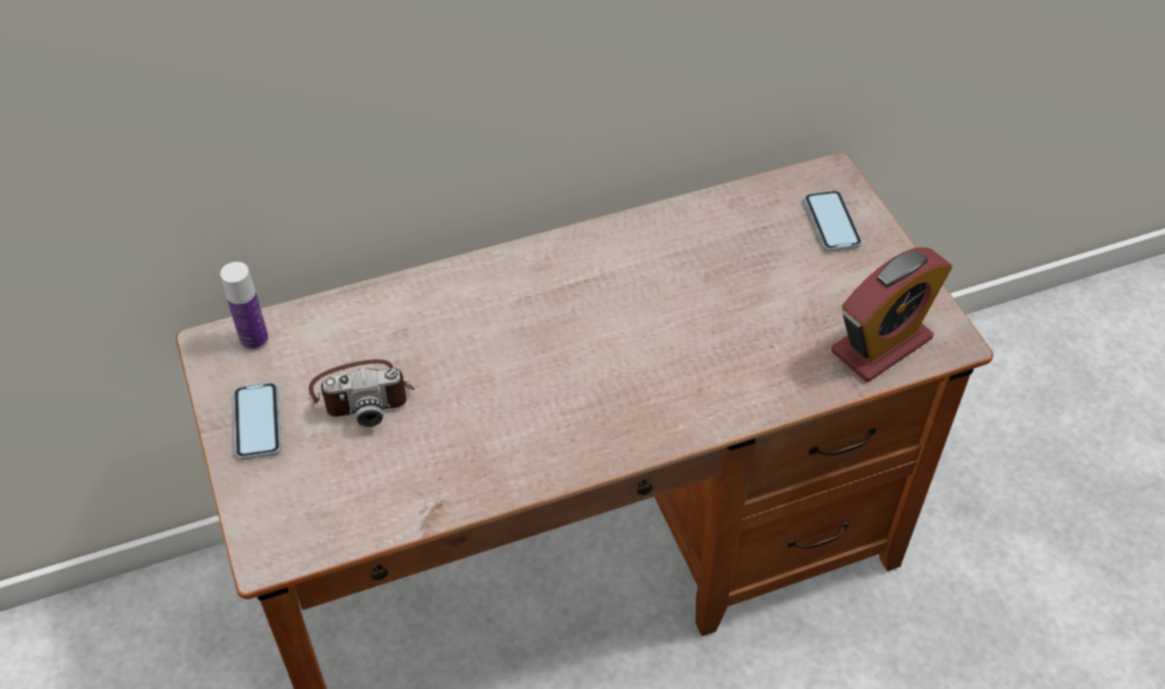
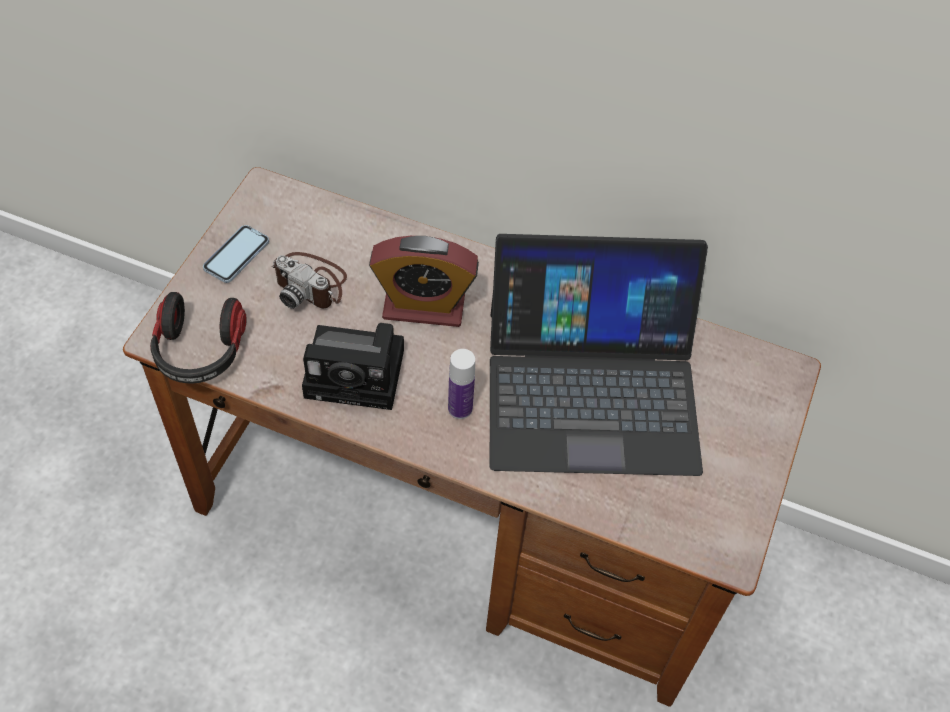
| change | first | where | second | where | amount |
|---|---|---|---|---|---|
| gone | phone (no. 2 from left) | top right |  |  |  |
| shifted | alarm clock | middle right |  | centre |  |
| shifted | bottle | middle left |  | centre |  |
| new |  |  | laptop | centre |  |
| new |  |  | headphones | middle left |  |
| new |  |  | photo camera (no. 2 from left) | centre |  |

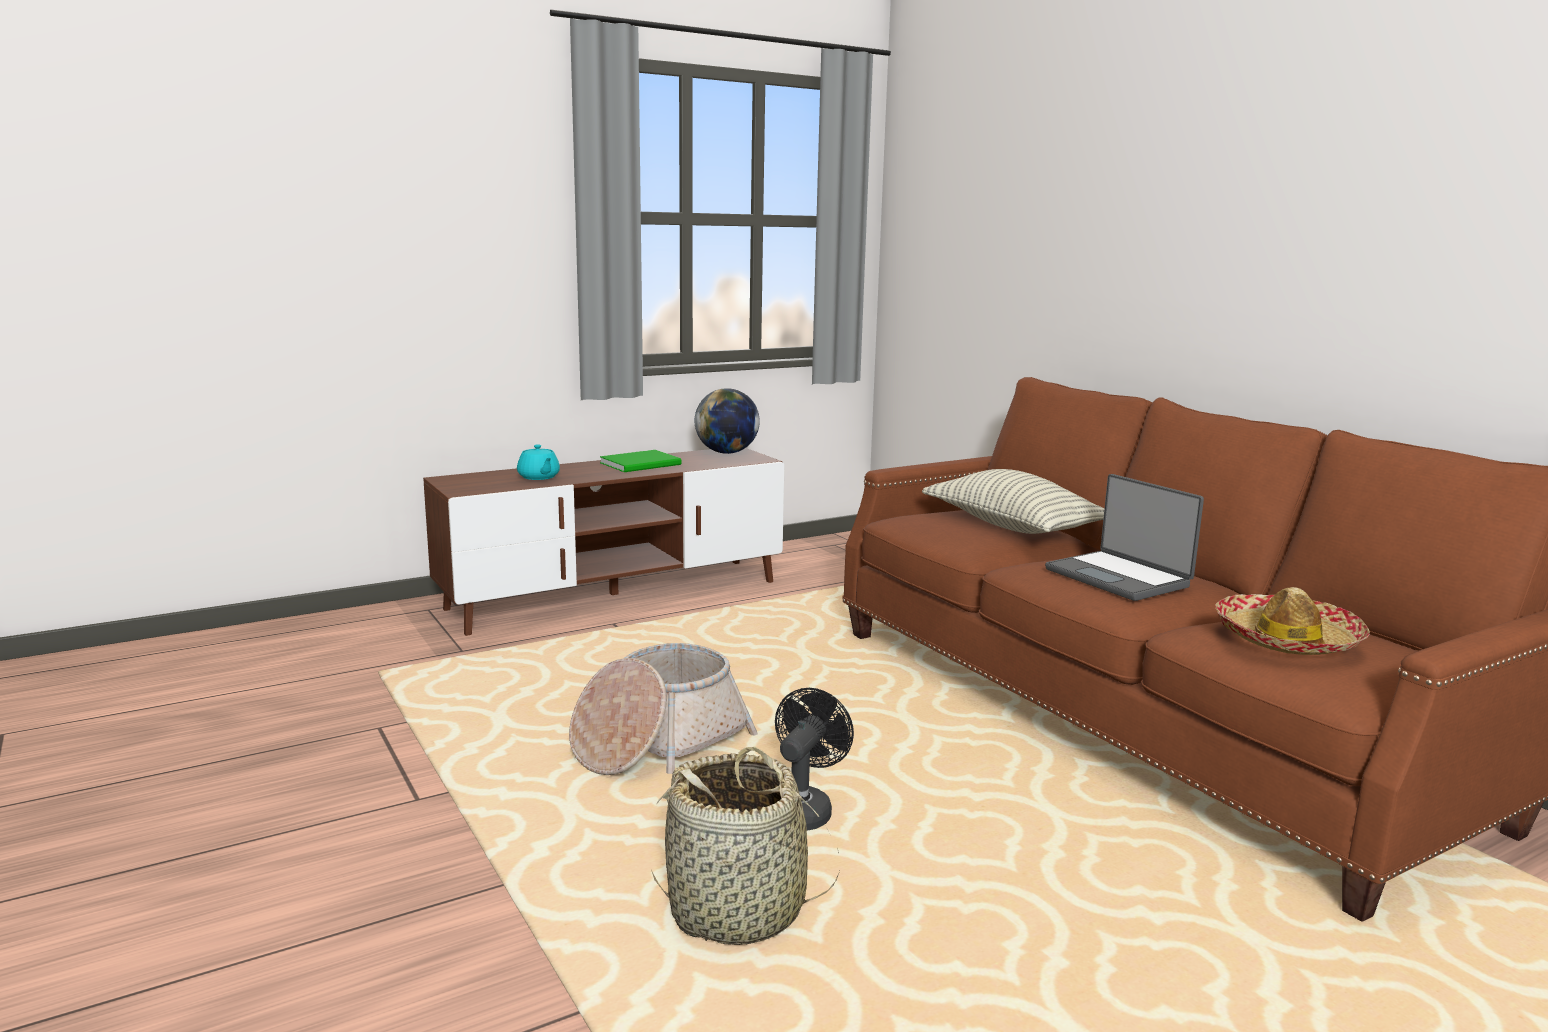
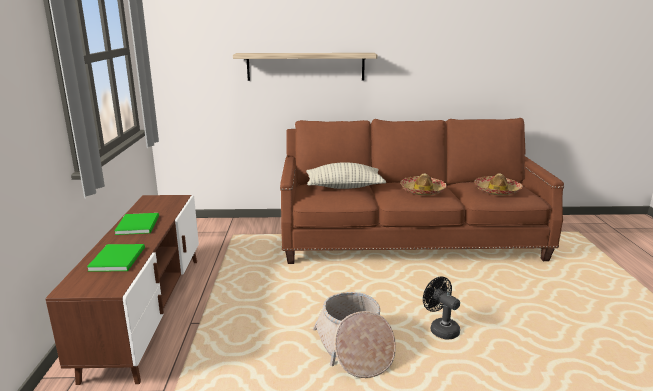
| change | first | where | second | where | amount |
|---|---|---|---|---|---|
| gone | globe | centre |  |  |  |
| swapped | turquoise teapot | centre | green book (no. 1 from left) | middle left |  |
| swapped | laptop | middle right | hat (no. 1 from left) | centre |  |
| gone | basket (no. 2 from left) | bottom centre |  |  |  |
| new |  |  | shelf | top centre |  |

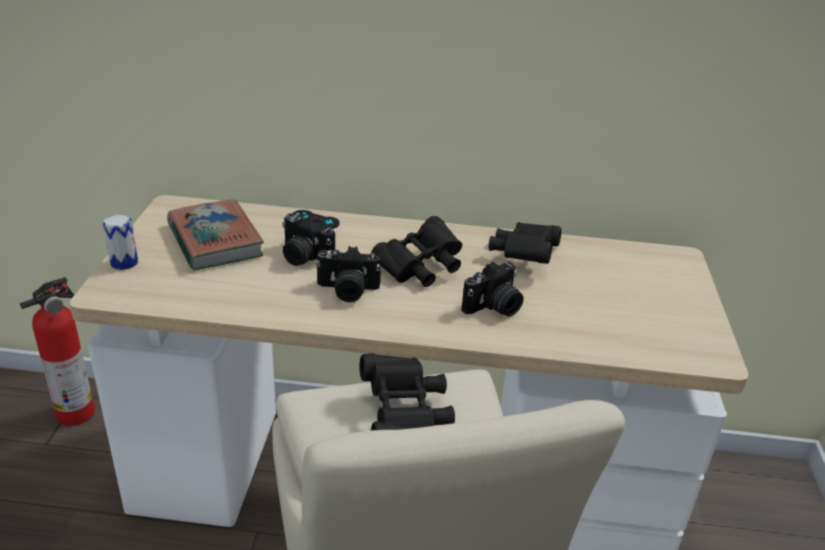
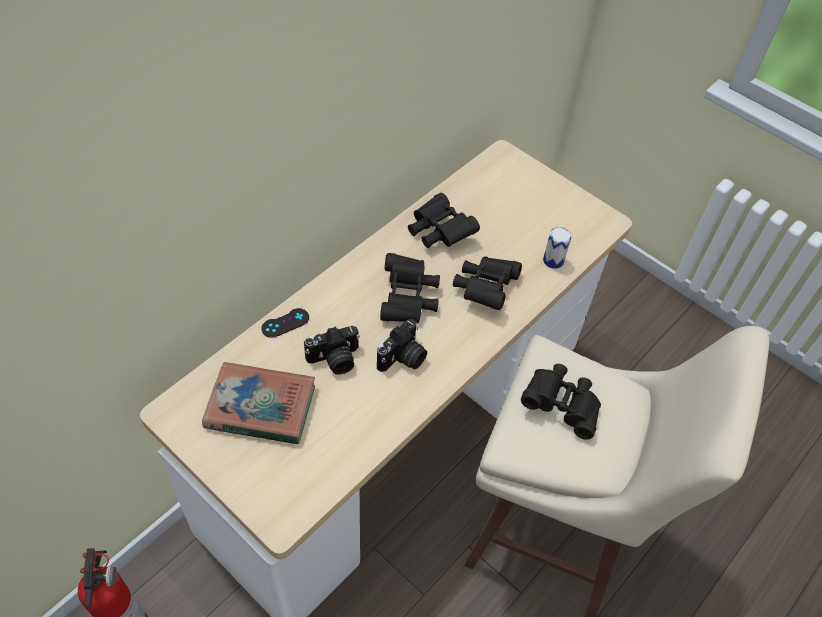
| change | first | where | second | where | amount |
|---|---|---|---|---|---|
| shifted | can | middle left |  | middle right |  |
| swapped | photo camera (no. 3 from left) | centre | black binoculars (no. 3 from left) | centre |  |

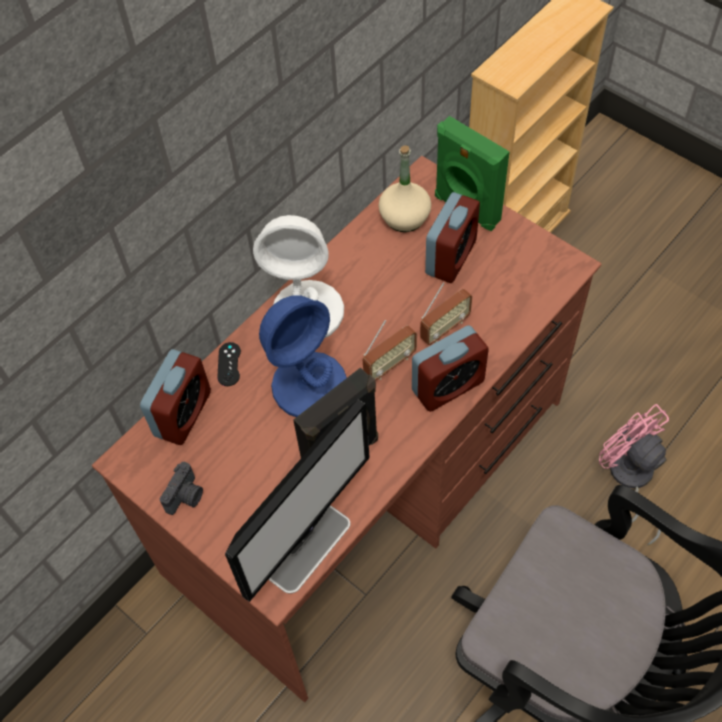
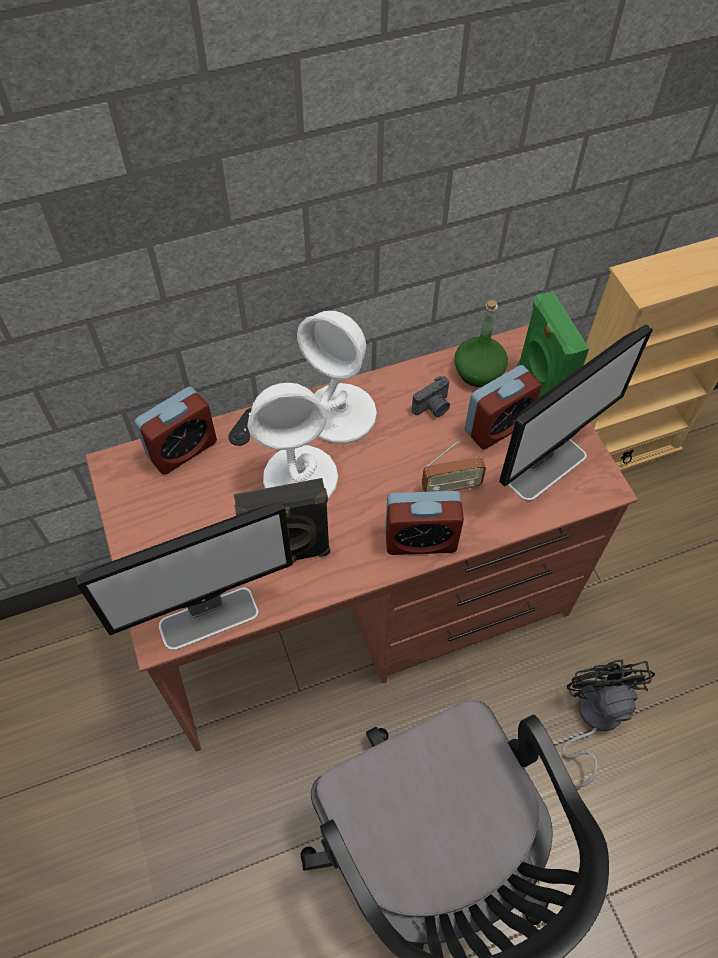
| change | first | where | second | where | amount |
|---|---|---|---|---|---|
| repainted | beige bottle | top centre | green bottle | middle right |  |
| repainted | blue table lamp | centre | white table lamp (no. 1 from left) | centre |  |
| gone | radio (no. 1 from left) | centre |  |  |  |
| repainted | pink fan | middle right | black fan | bottom right |  |
| shifted | photo camera | bottom left |  | centre |  |
| new |  |  | monitor (no. 2 from left) | middle right |  |

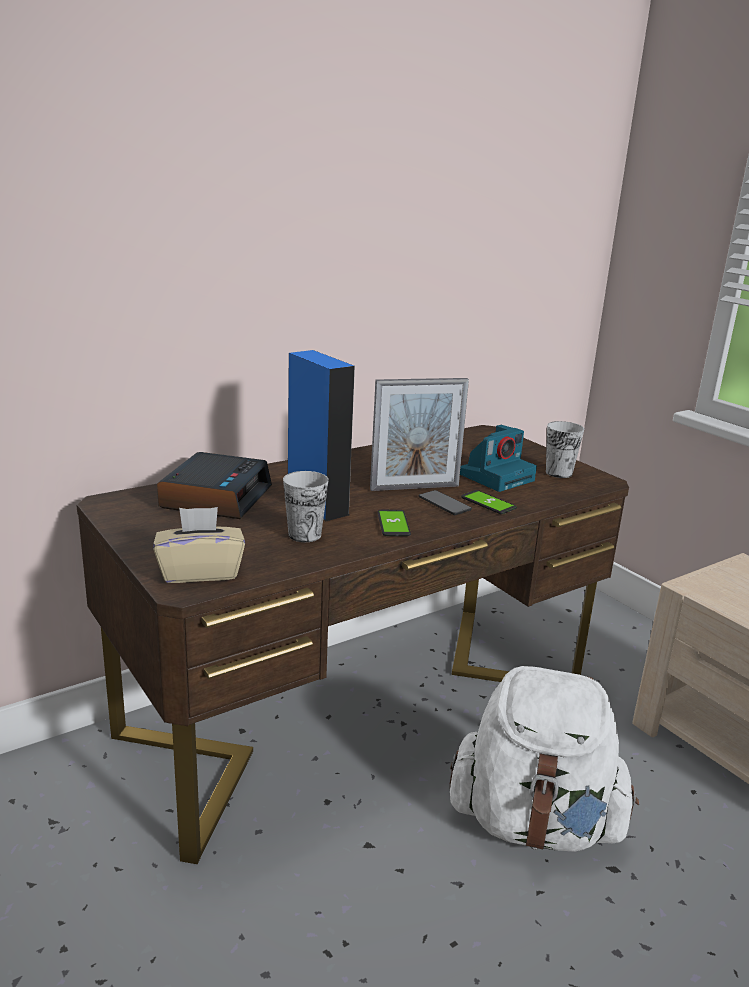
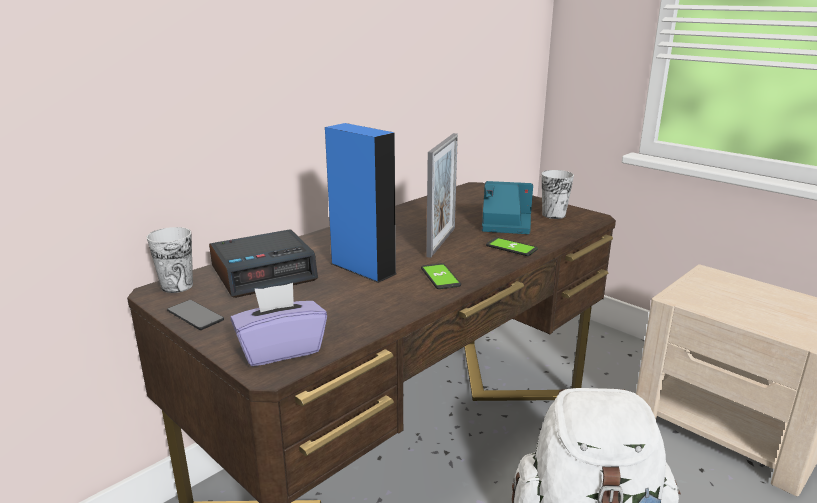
| change | first | where | second | where | amount |
|---|---|---|---|---|---|
| rotated | picture frame | centre |  | centre | 45 degrees counterclockwise |
| rotated | photo camera | centre |  | centre | 120 degrees counterclockwise |
| rotated | alarm clock | middle left |  | middle left | 60 degrees clockwise |
| shifted | cup (no. 1 from left) | centre |  | middle left |  |
| shifted | phone (no. 2 from left in the first image) | centre | phone (no. 1 from left) | middle left |  |
| repainted | beige tissue box | middle left | purple tissue box | centre |  |

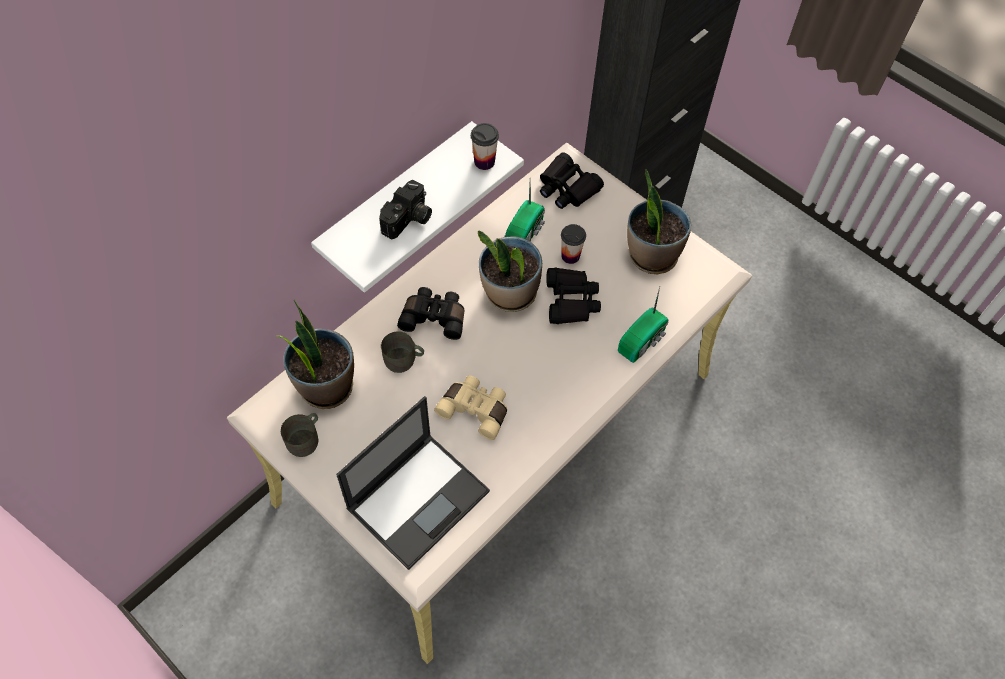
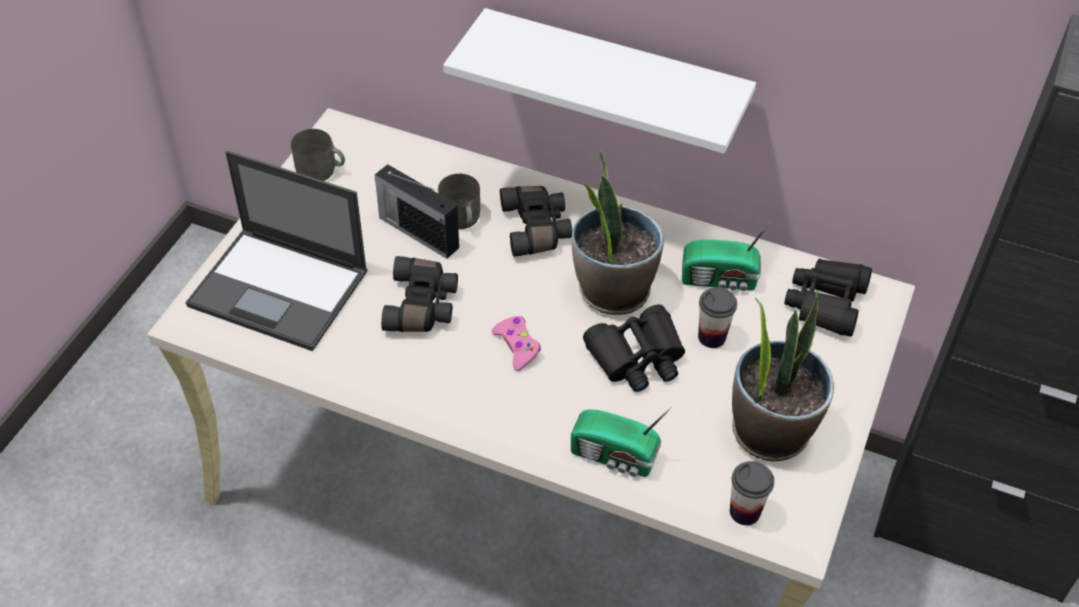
| change | first | where | second | where | amount |
|---|---|---|---|---|---|
| shifted | cup (no. 1 from left in the first image) | top centre | cup (no. 2 from left) | bottom right |  |
| gone | photo camera | top centre |  |  |  |
| gone | potted plant (no. 1 from left) | middle left |  |  |  |
| repainted | beige binoculars | centre | black binoculars (no. 1 from left) | centre |  |
| new |  |  | radio (no. 1 from left) | centre |  |
| new |  |  | pink game controller | centre |  |

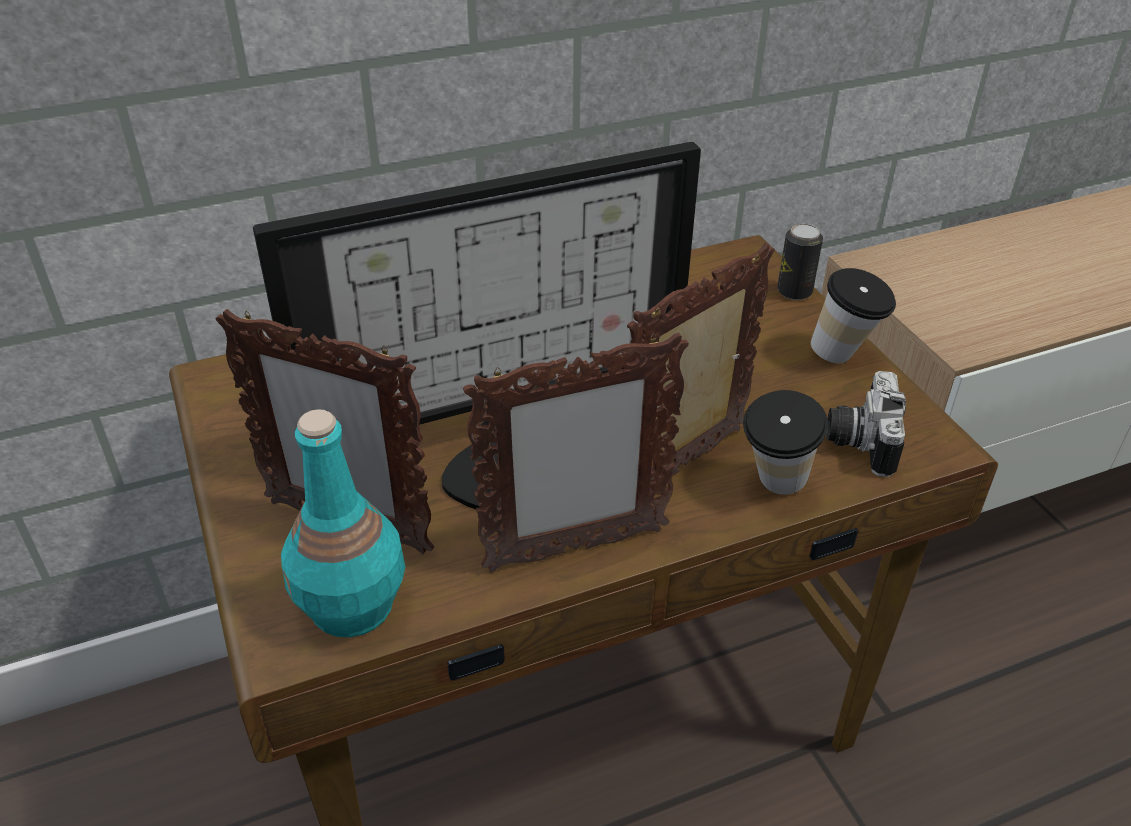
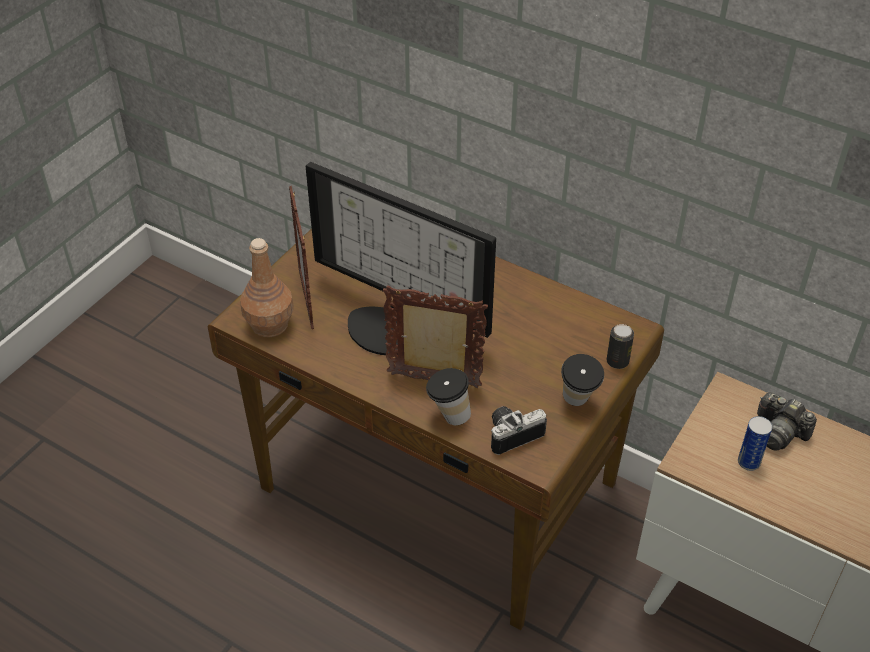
| change | first | where | second | where | amount |
|---|---|---|---|---|---|
| gone | picture frame (no. 2 from left) | centre |  |  |  |
| repainted | turquoise bottle | middle left | brown bottle | middle left |  |
| new |  |  | photo camera (no. 2 from left) | middle right |  |
| new |  |  | can (no. 2 from left) | bottom right |  |

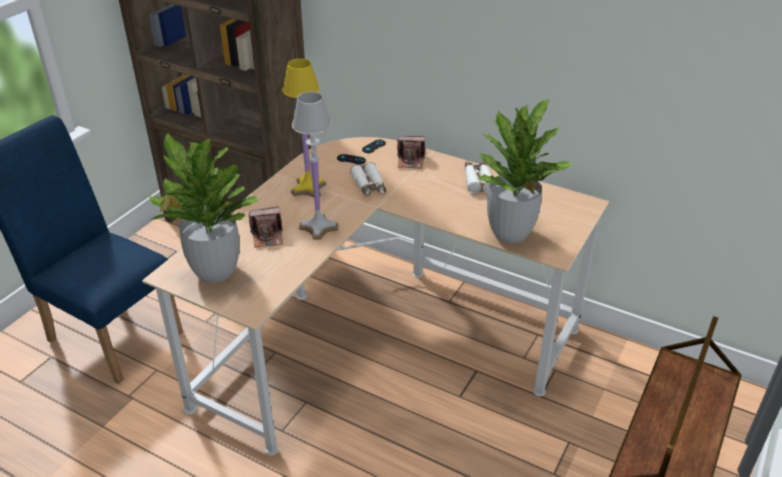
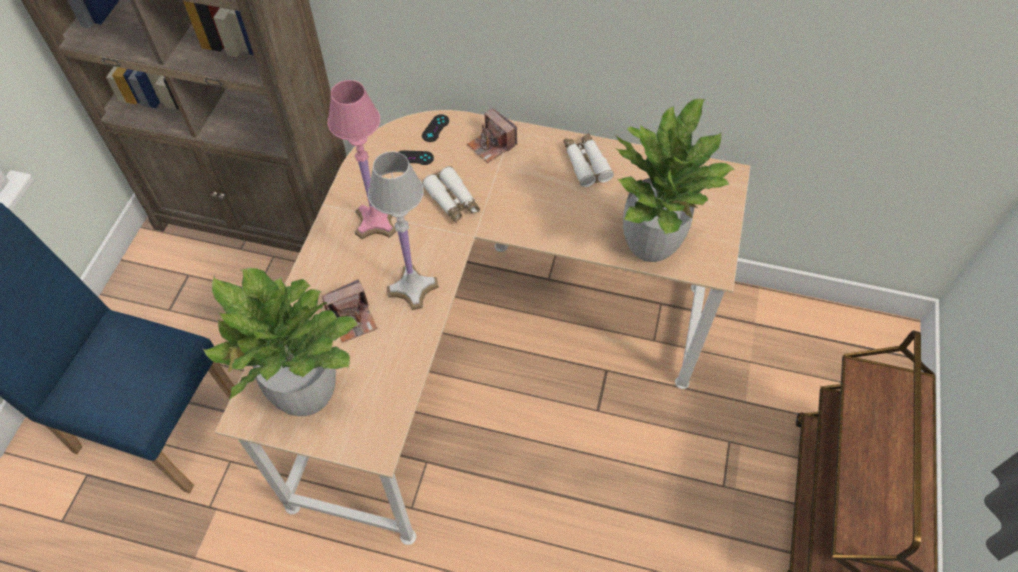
| change | first | where | second | where | amount |
|---|---|---|---|---|---|
| repainted | yellow table lamp | top centre | pink table lamp | top centre |  |
| rotated | photo camera (no. 2 from left) | top centre |  | top centre | 60 degrees clockwise |

